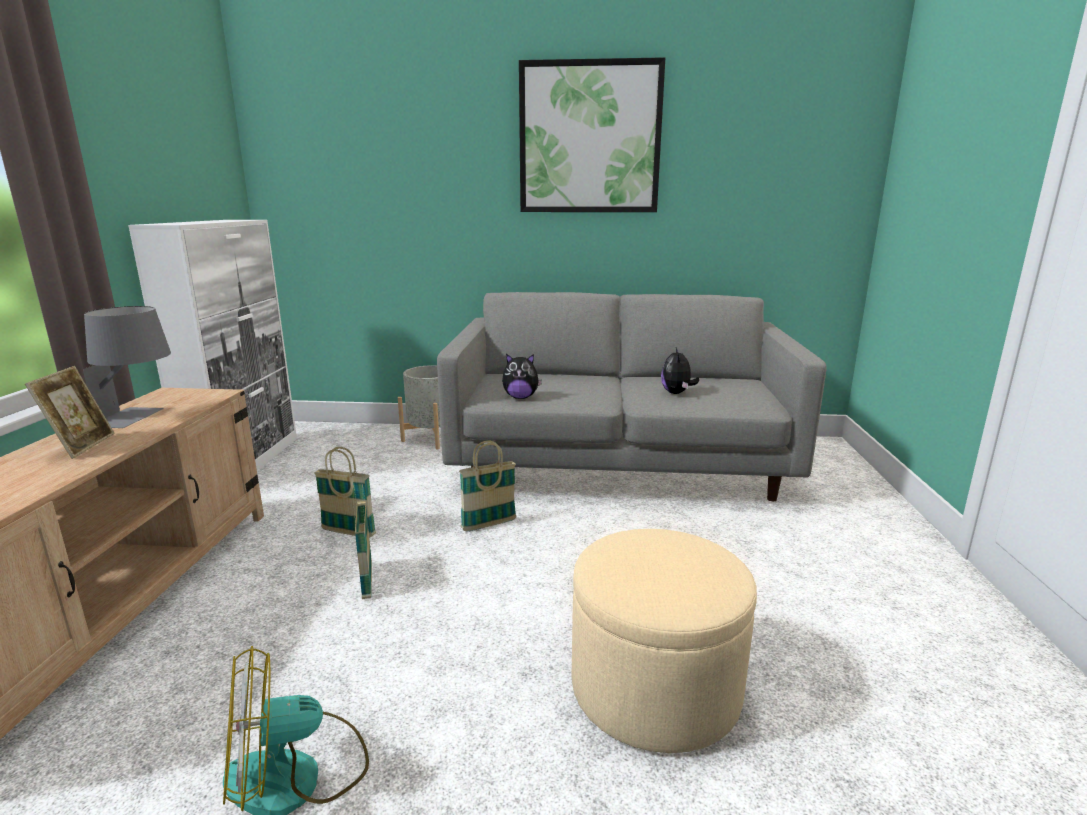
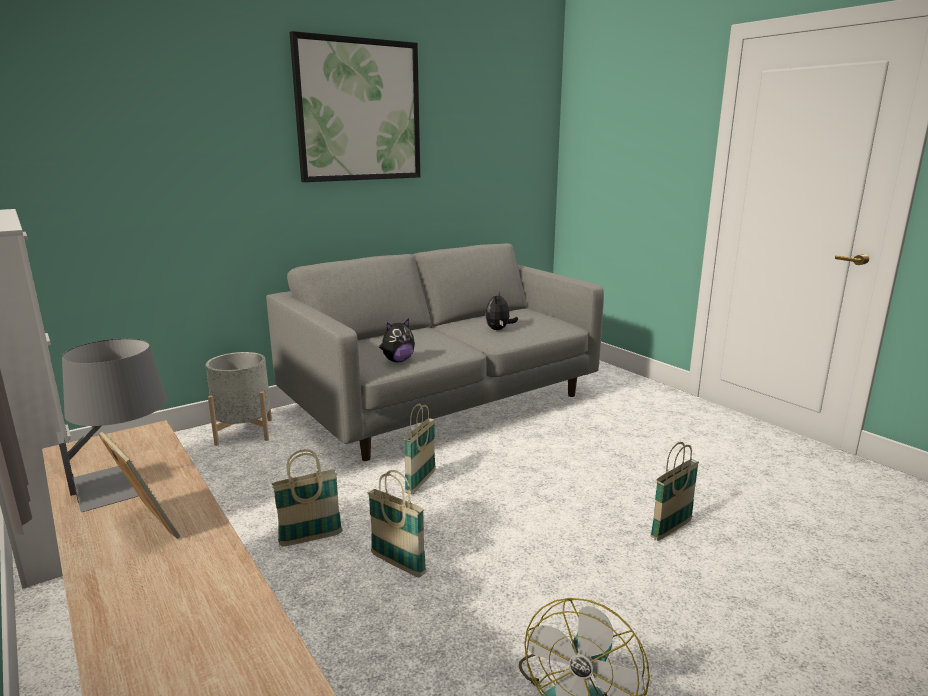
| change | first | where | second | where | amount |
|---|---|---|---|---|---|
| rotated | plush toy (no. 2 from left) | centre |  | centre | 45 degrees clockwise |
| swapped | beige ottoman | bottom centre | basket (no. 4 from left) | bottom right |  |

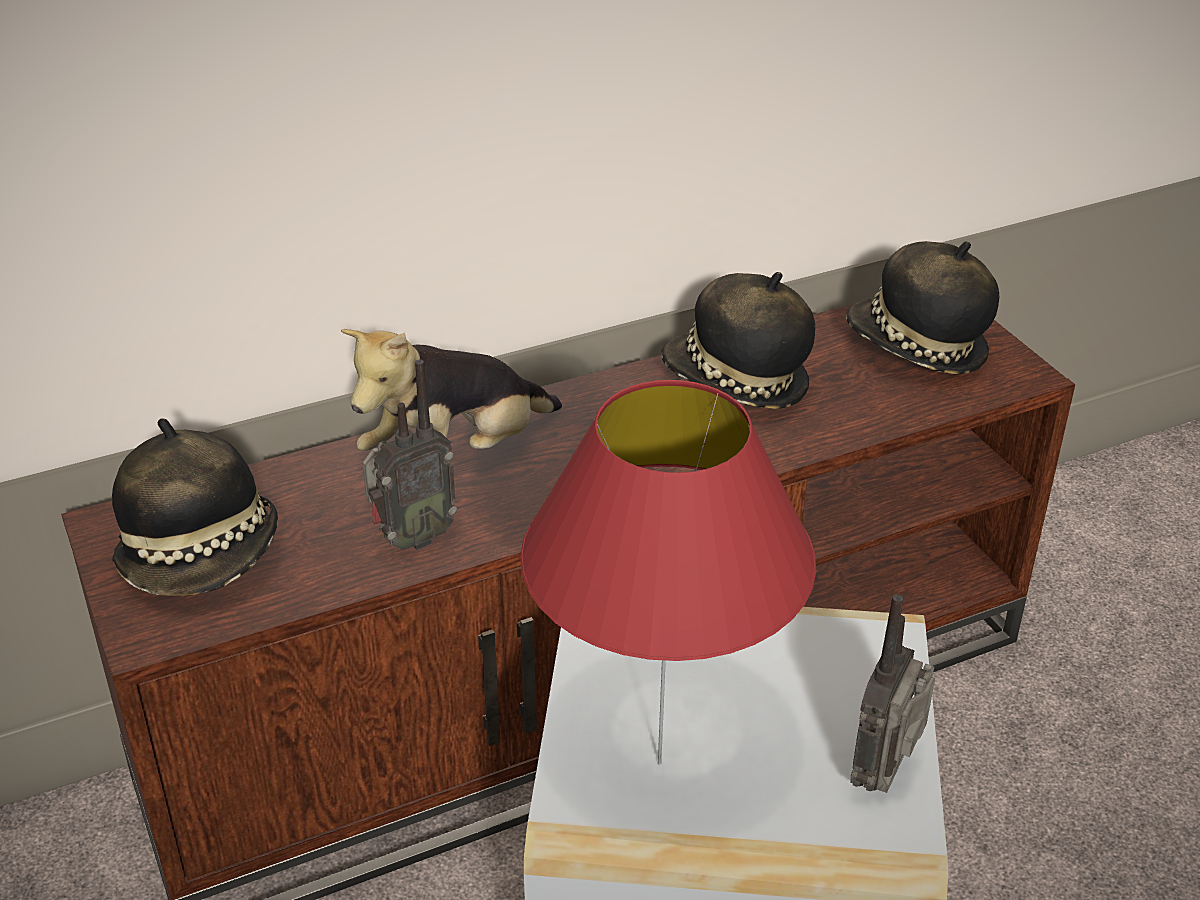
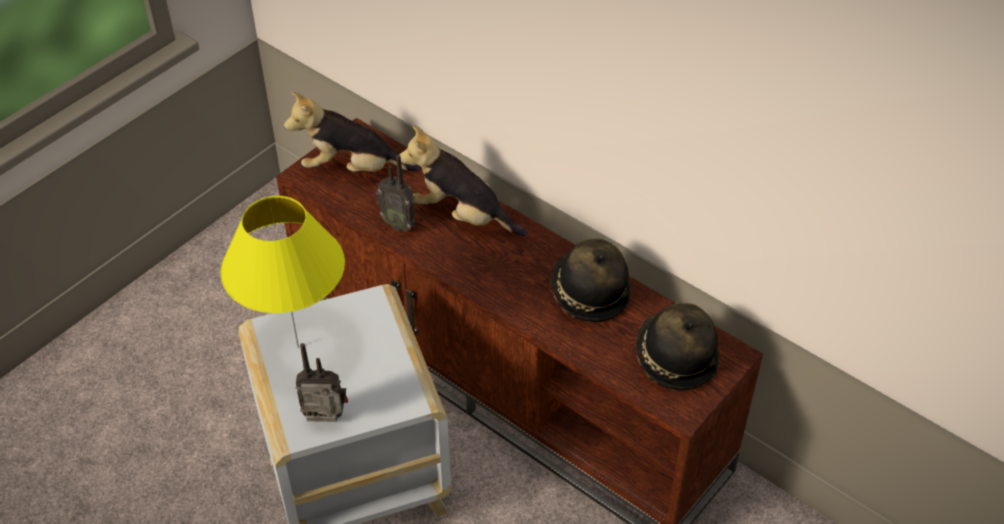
| change | first | where | second | where | amount |
|---|---|---|---|---|---|
| repainted | red table lamp | centre | yellow table lamp | middle left |  |
| swapped | hat (no. 1 from left) | middle left | plush toy (no. 1 from left) | top centre |  |

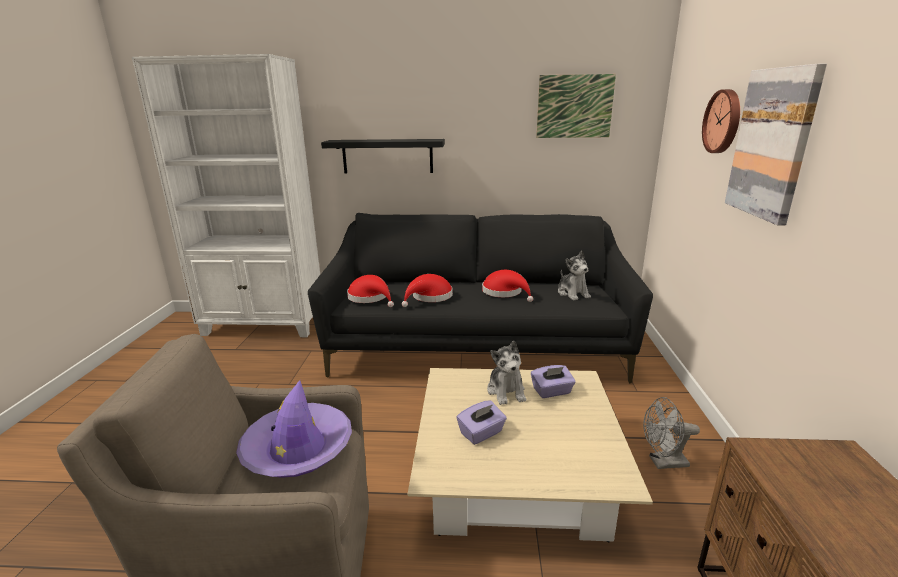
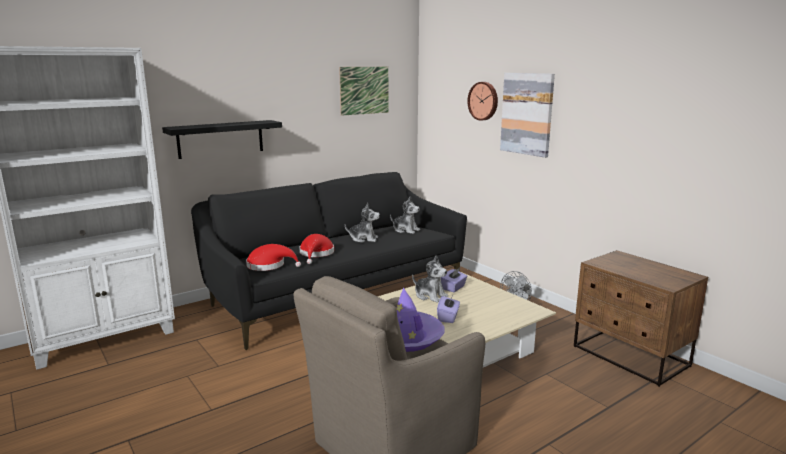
| change | first | where | second | where | amount |
|---|---|---|---|---|---|
| swapped | red hat (no. 3 from left) | centre | plush toy (no. 1 from left) | centre |  |

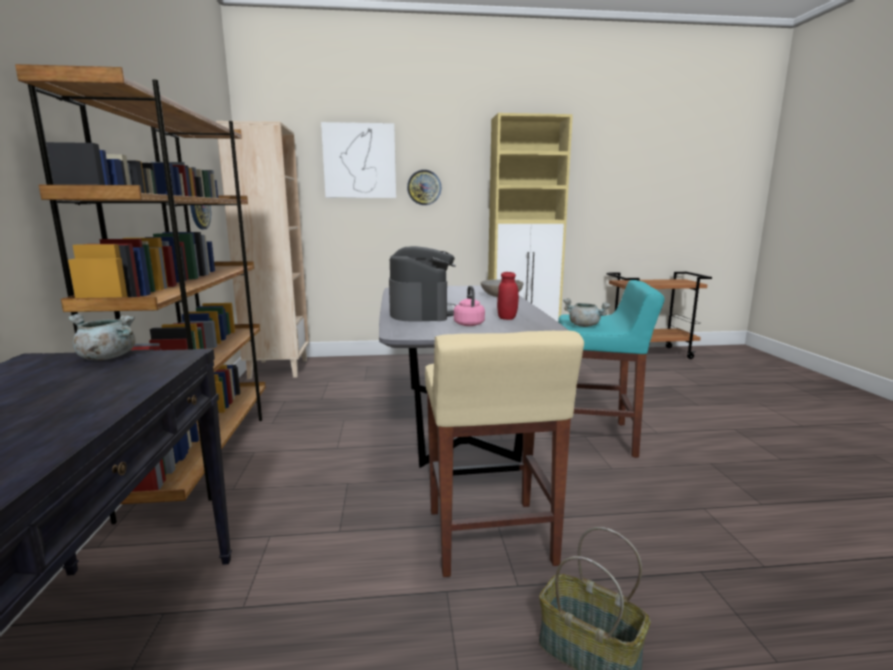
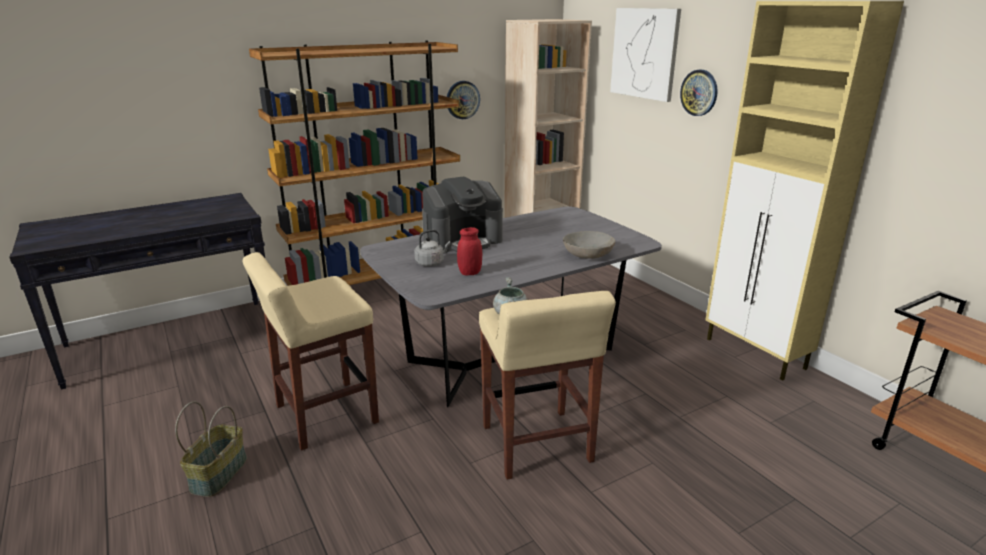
| change | first | where | second | where | amount |
|---|---|---|---|---|---|
| repainted | turquoise stool | middle right | beige stool (no. 2 from left) | bottom centre |  |
| repainted | pink kettle | centre | grey kettle | centre |  |
| gone | grey cooking pot (no. 1 from left) | middle left |  |  |  |

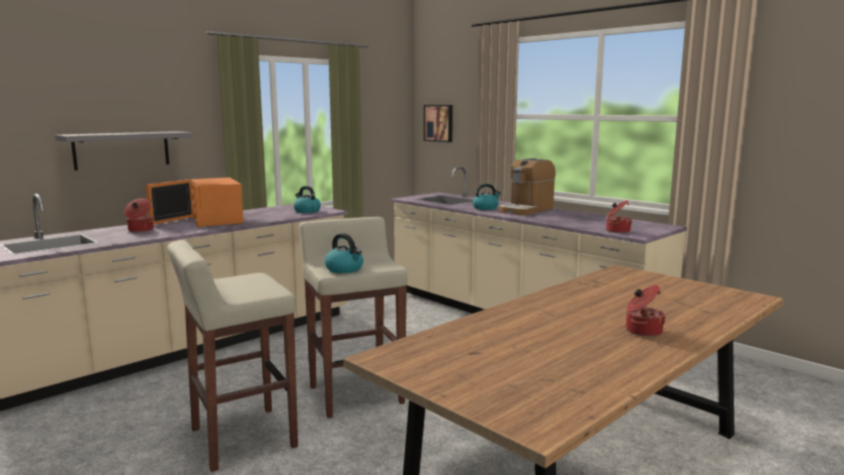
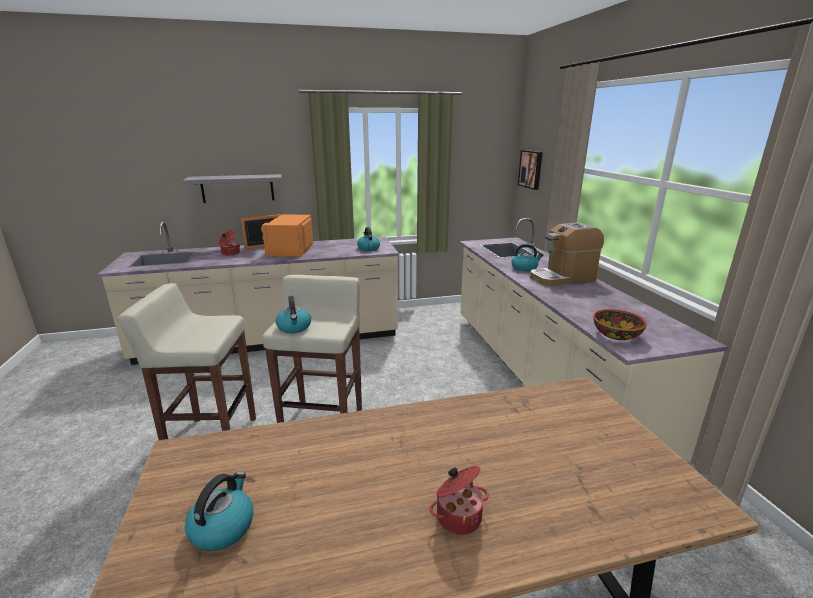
| change | first | where | second | where | amount |
|---|---|---|---|---|---|
| swapped | cooking pot (no. 2 from left) | middle right | bowl | middle right |  |
| new |  |  | kettle (no. 1 from left) | bottom left |  |

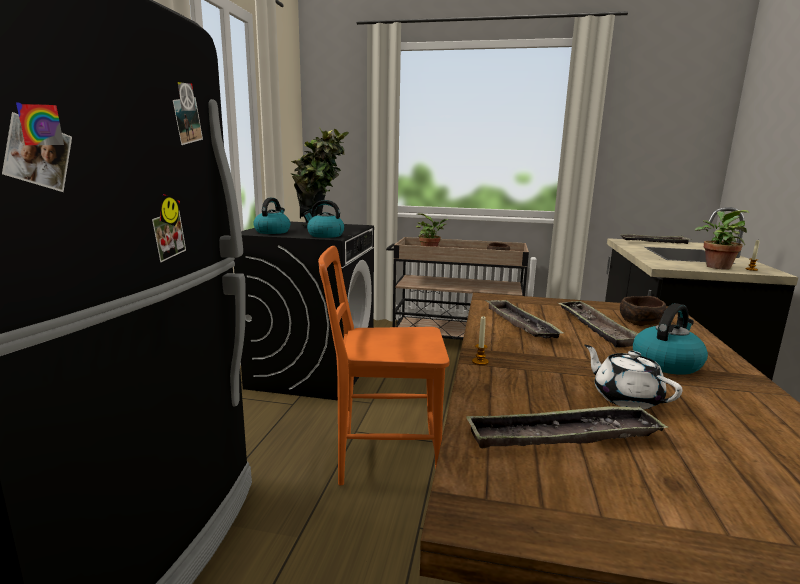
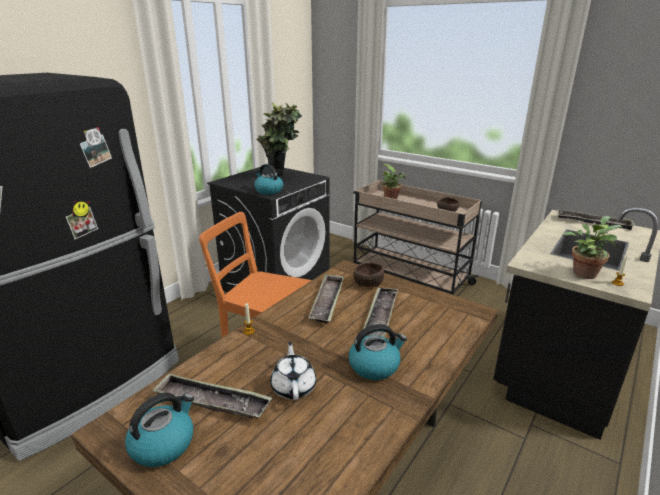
| change | first | where | second | where | amount |
|---|---|---|---|---|---|
| shifted | kettle (no. 1 from left) | centre |  | bottom left |  |
| shifted | brown bowl (no. 2 from left in the first image) | middle right | brown bowl (no. 1 from left) | centre |  |

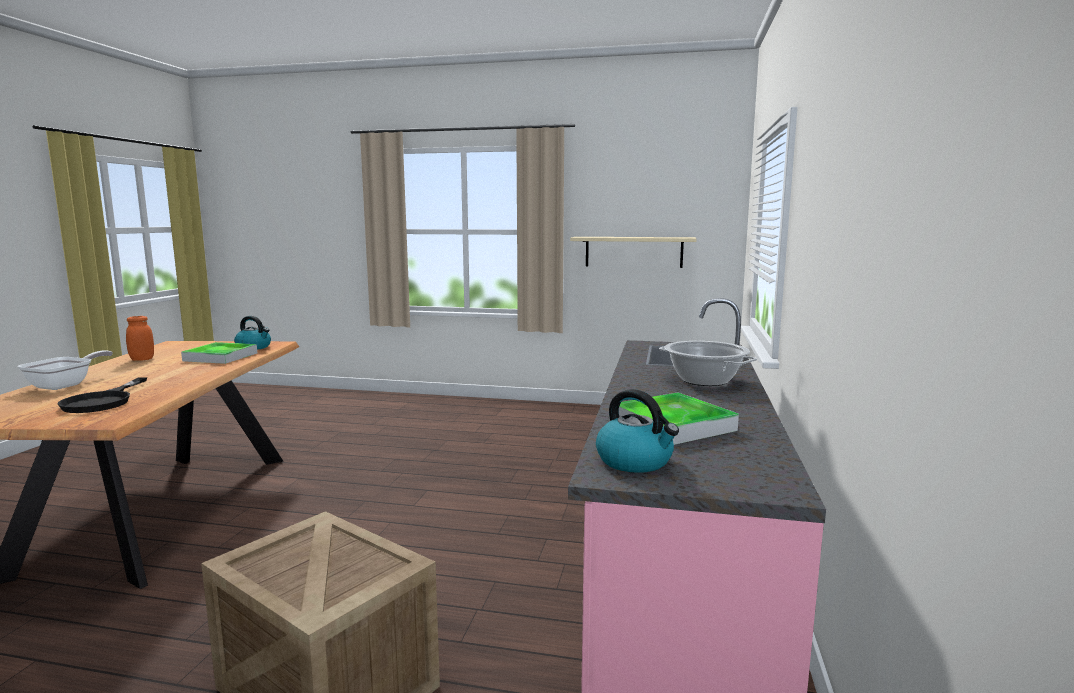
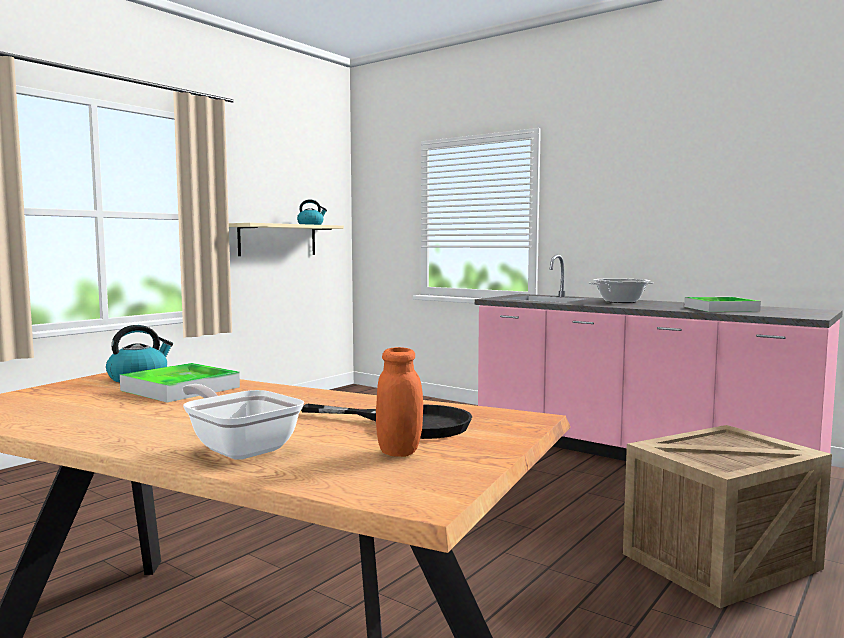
| change | first | where | second | where | amount |
|---|---|---|---|---|---|
| shifted | orange jar | middle left |  | centre |  |
| shifted | kettle (no. 2 from left) | centre |  | top centre |  |

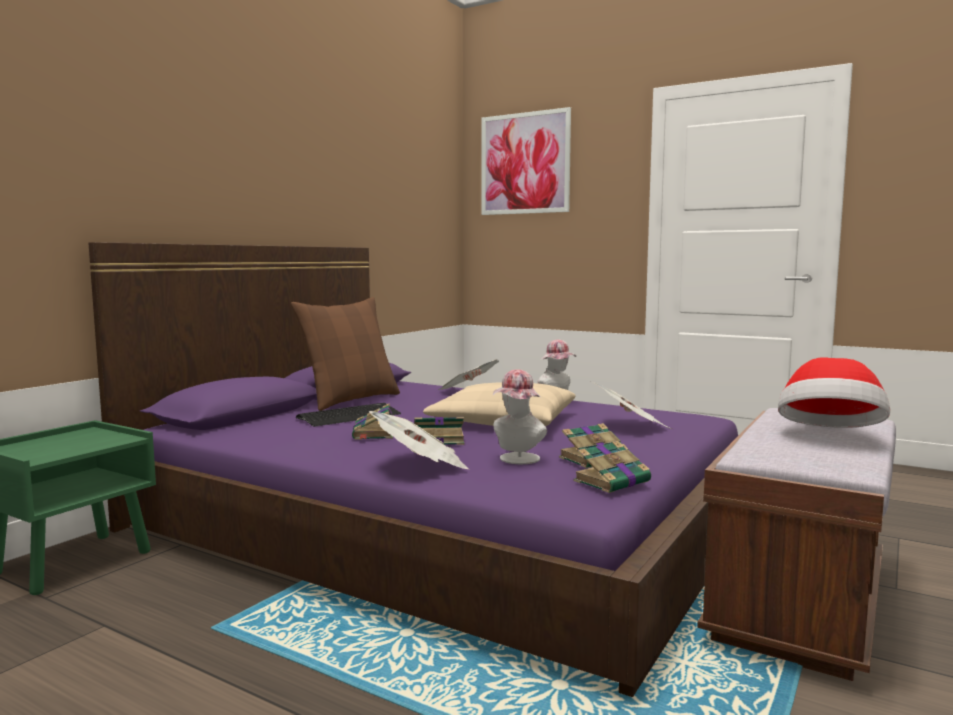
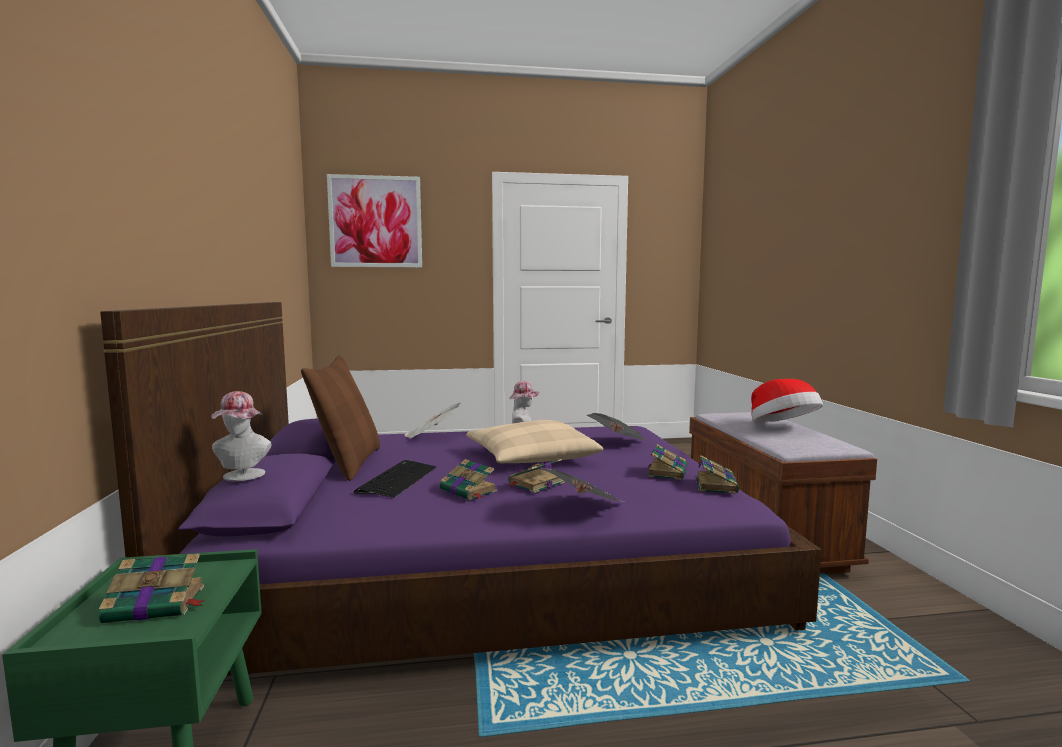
| change | first | where | second | where | amount |
|---|---|---|---|---|---|
| shifted | hat (no. 1 from left) | centre |  | middle left |  |
| new |  |  | book (no. 1 from left) | bottom left |  |

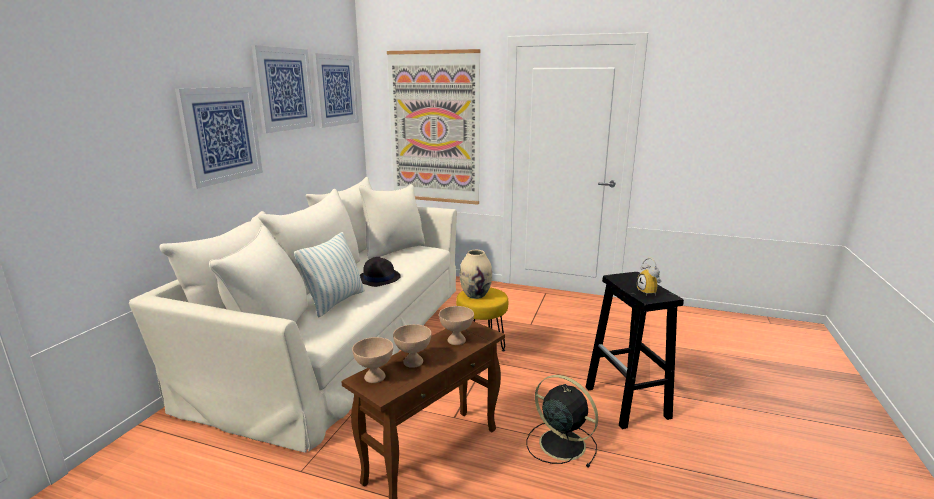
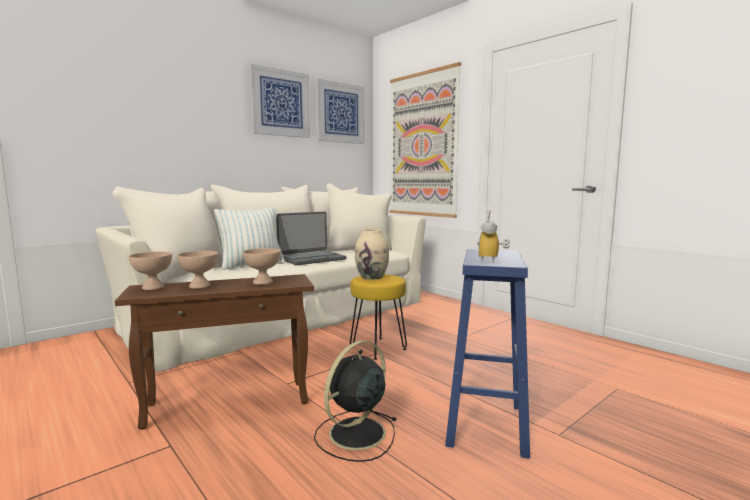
| change | first | where | second | where | amount |
|---|---|---|---|---|---|
| gone | picture (no. 1 from left) | top left |  |  |  |
| swapped | black hat | centre | laptop | centre |  |
| repainted | black stool | bottom right | blue stool | bottom centre |  |
| rotated | black fan | bottom centre |  | bottom centre | 120 degrees counterclockwise |

